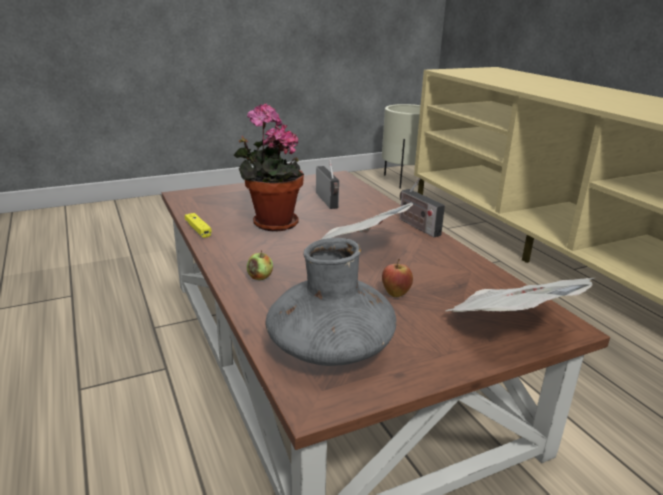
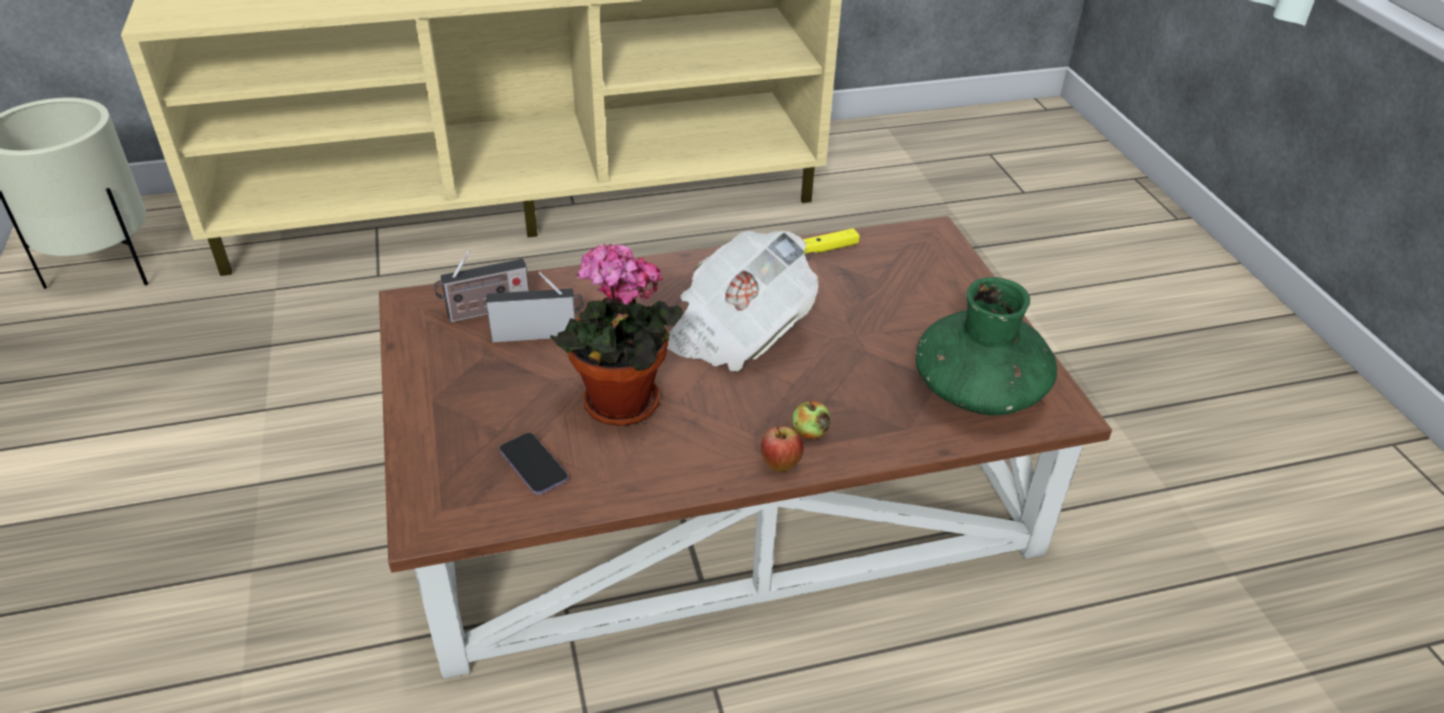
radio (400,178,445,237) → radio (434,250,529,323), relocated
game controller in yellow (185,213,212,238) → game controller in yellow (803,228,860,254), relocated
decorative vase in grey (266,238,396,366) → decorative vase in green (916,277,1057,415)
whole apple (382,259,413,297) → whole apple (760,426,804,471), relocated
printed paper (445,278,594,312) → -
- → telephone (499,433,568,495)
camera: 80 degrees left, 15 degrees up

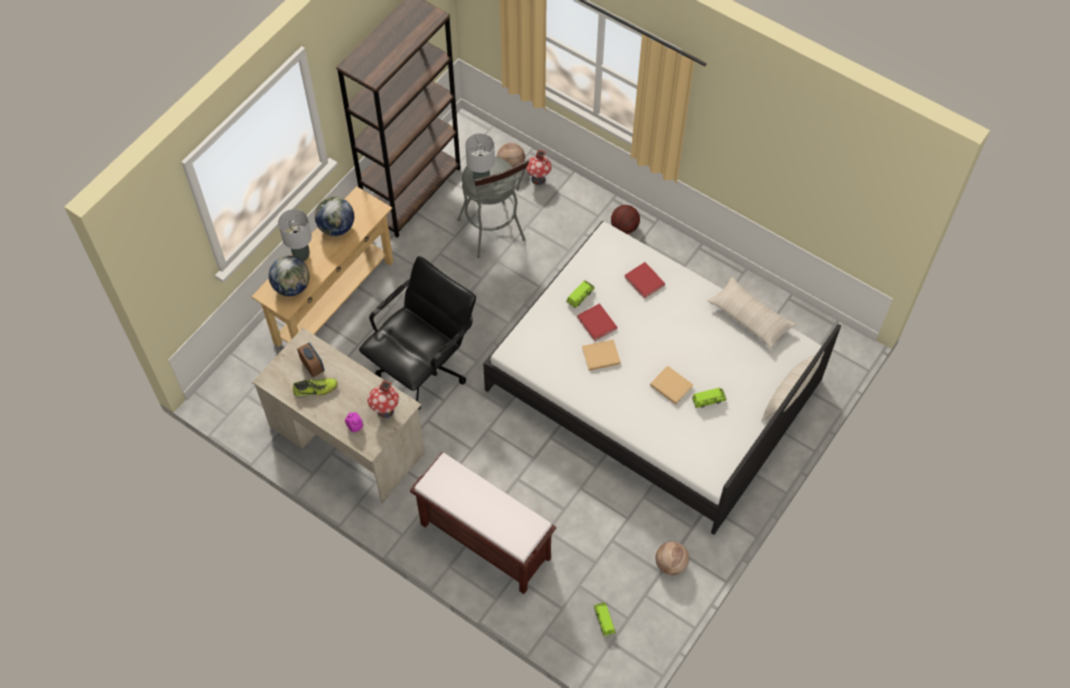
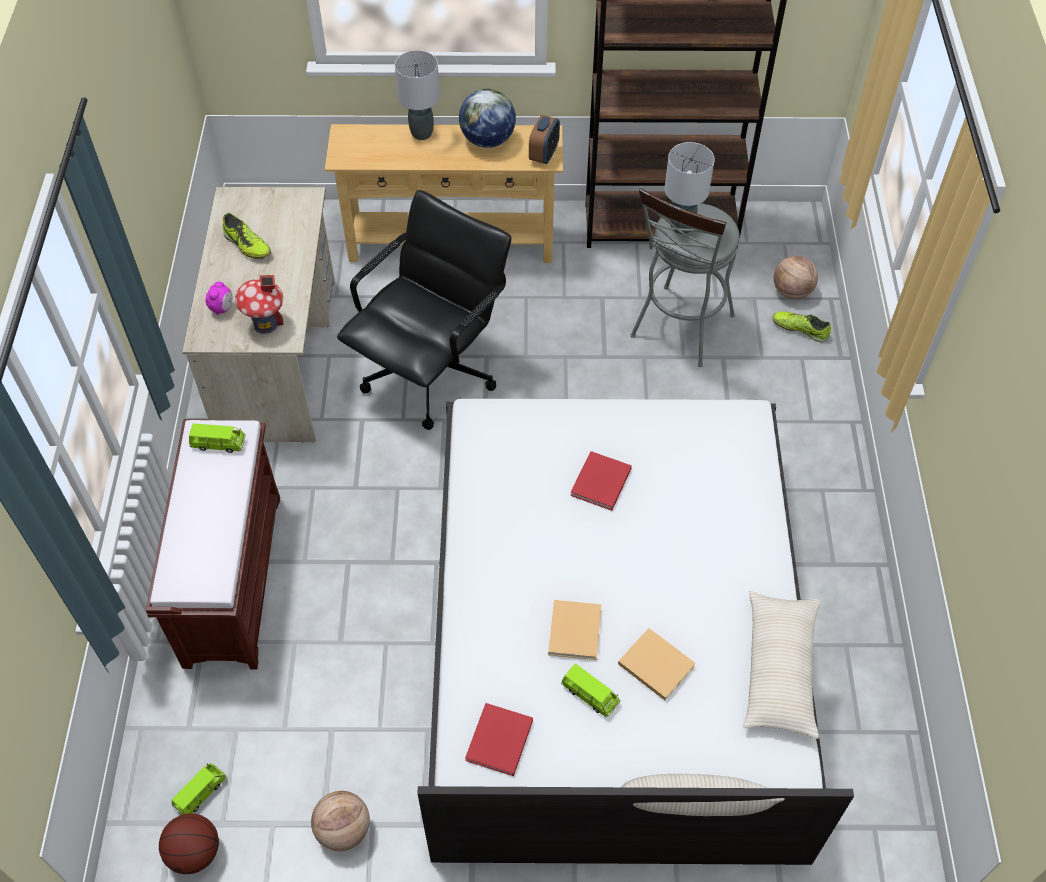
toy house (526,150,552,185) → item of footwear (773,311,831,342)
basketball (611,205,640,234) → basketball (159,813,219,874), relocated
world globe (269,256,310,296) → -
computer chair in black-coloured (359,256,476,410) → computer chair in black-coloured (337,190,511,430), 60 degrees counterclockwise
bound book in reddish (625,262,665,299) → bound book in reddish (465,703,533,776), relocated
toy car in green (566,280,595,308) → toy car in green (189,424,246,453), relocated
bound book in sand-coloured (582,339,621,371) → bound book in sand-coloured (618,628,696,700), relocated
table clock (297,343,324,377) → table clock (529,115,560,164), relocated
camera: 55 degrees right, 5 degrees down

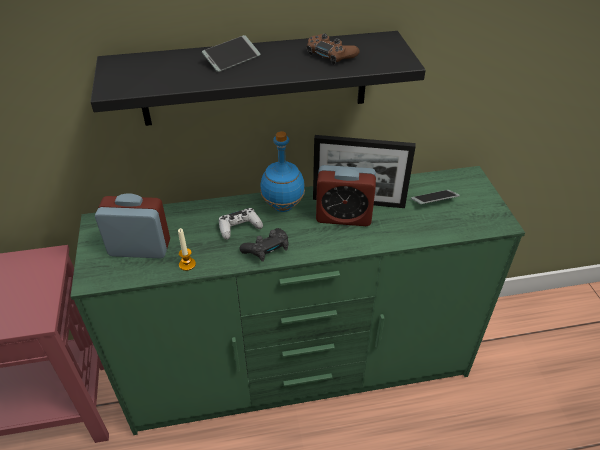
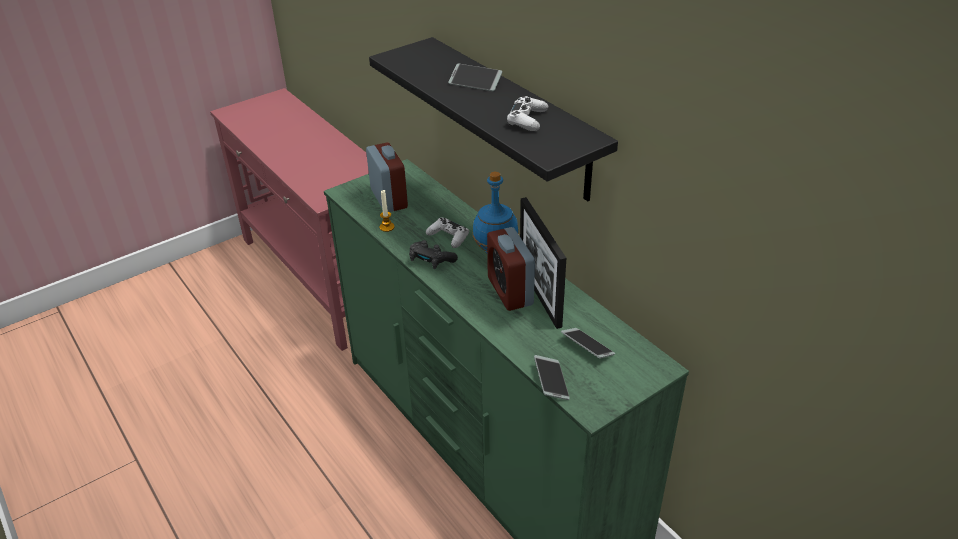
game controller in brown (307,33,360,65) → game controller in white (507,96,549,131)
- → telephone (534,355,570,400)
camera: 65 degrees right, 5 degrees down

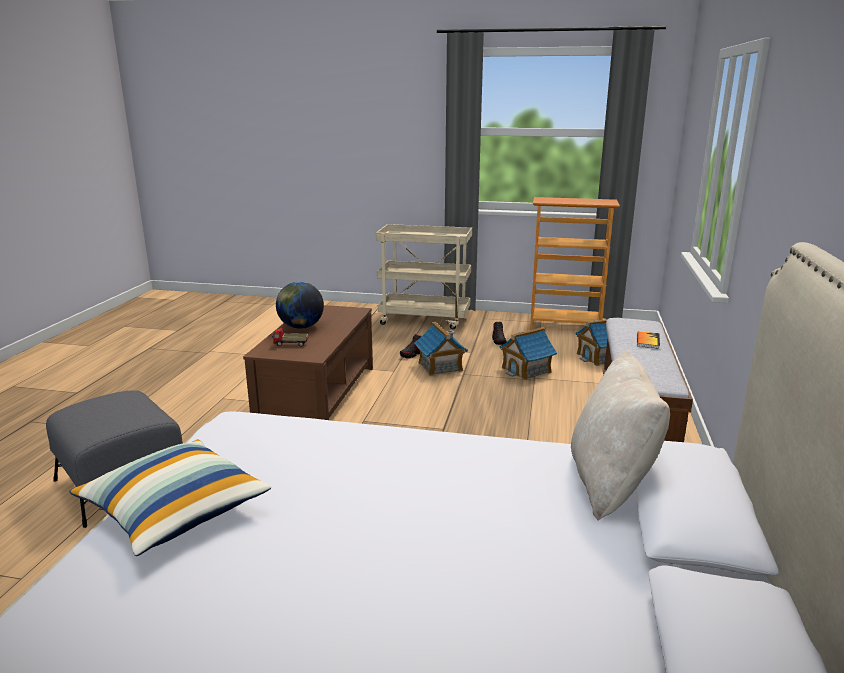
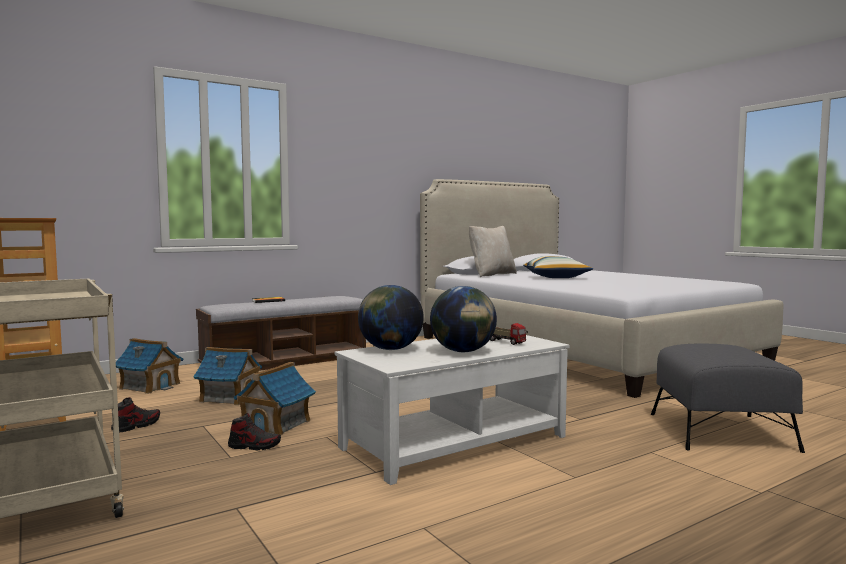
lounge table in brown (243,305,373,420) → lounge table in white (335,335,570,485)
pillow (69,440,271,556) → pillow (523,256,593,278), relocated
- → world globe (358,285,424,350)
camera: 135 degrees left, 15 degrees down

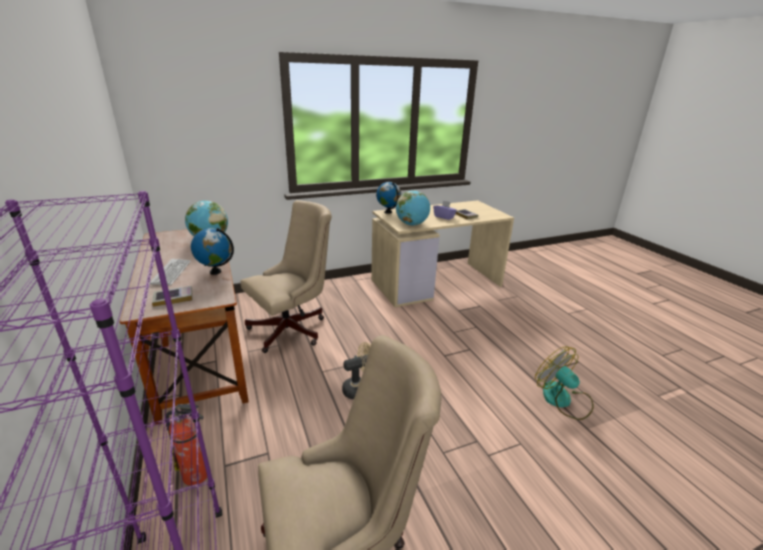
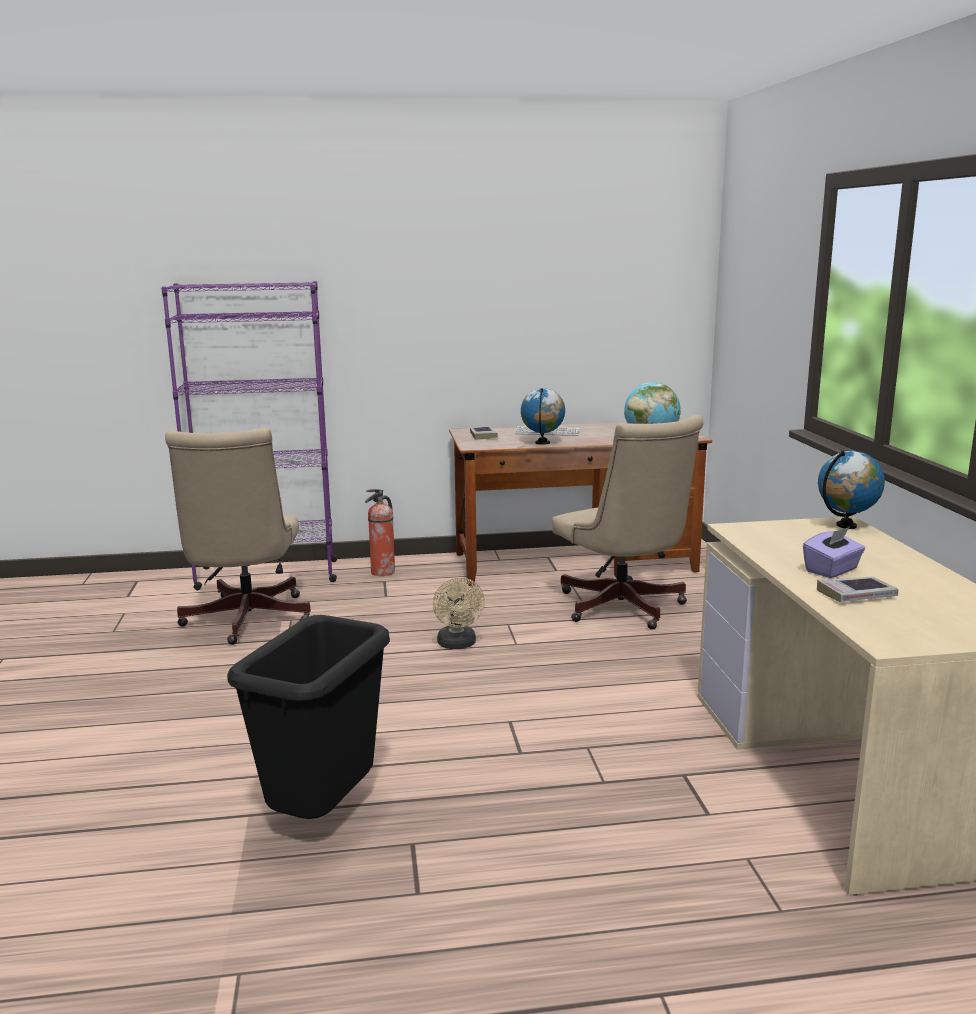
world globe (396,190,430,226) → -
electric fan (535,346,594,420) → waste bin in black-coloured (227,615,390,819)
camera: 105 degrees right, 10 degrees down

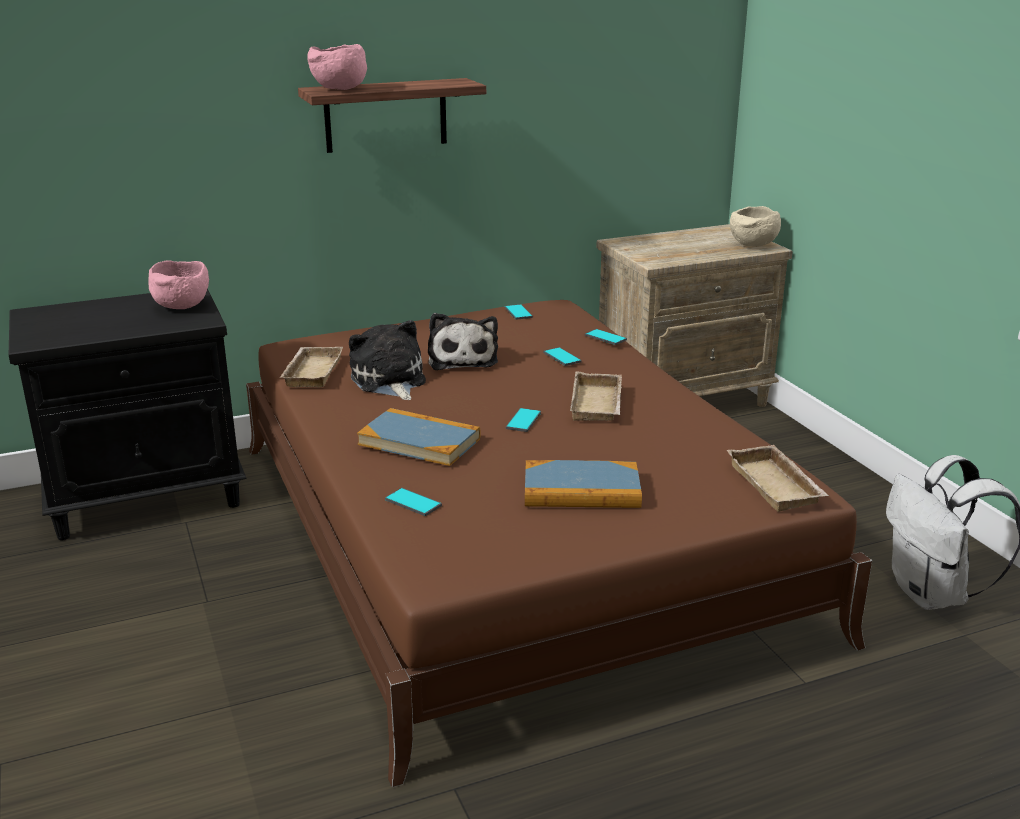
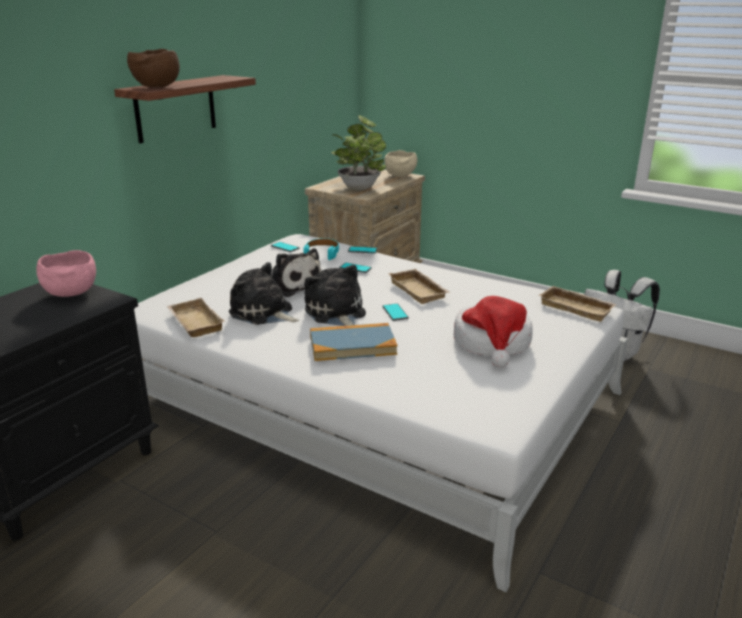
bowl in pink (307,44,367,90) → bowl in brown (127,49,180,87)
bedroom bed in brown (246,300,872,787) → bedroom bed in white (134,234,628,592)
bound book (525,460,642,508) → wearable hat (454,296,533,368)
telephone (385,488,442,516) → -
- → houseplant (331,115,386,190)
- → headphones in blue-green (303,238,339,260)
- → plush toy (304,265,366,326)
camera: 35 degrees left, 0 degrees up

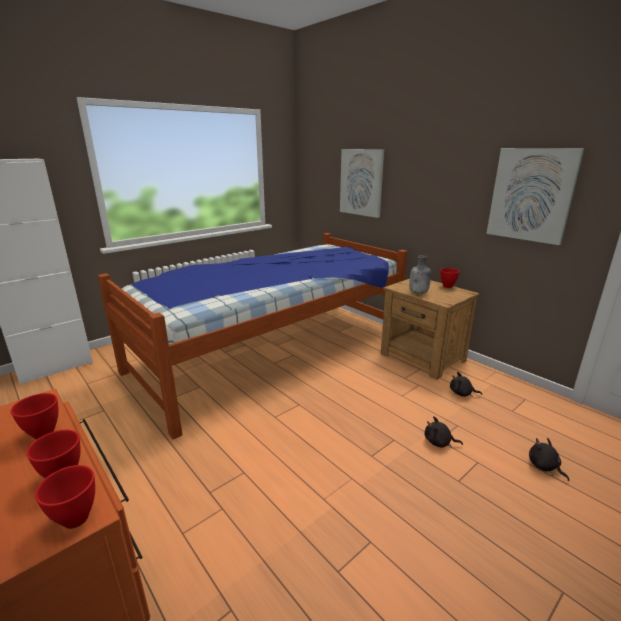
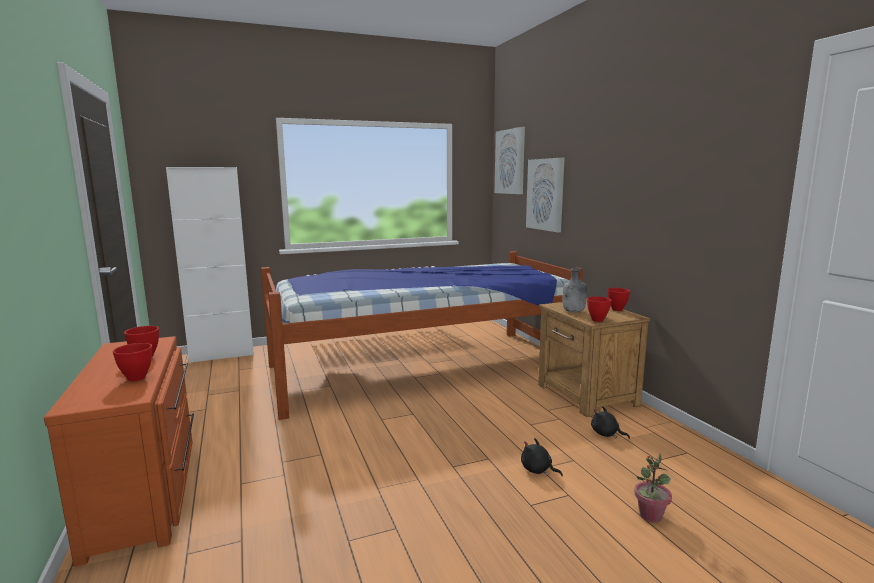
picture (486,148,584,245) → picture (495,127,525,194), relocated
plush toy in black-coloured (529,438,569,481) → houseplant (634,454,672,523)
bowl in reddish (35,465,95,529) → bowl in reddish (587,297,612,322), relocated
camera: 20 degrees right, 10 degrees down

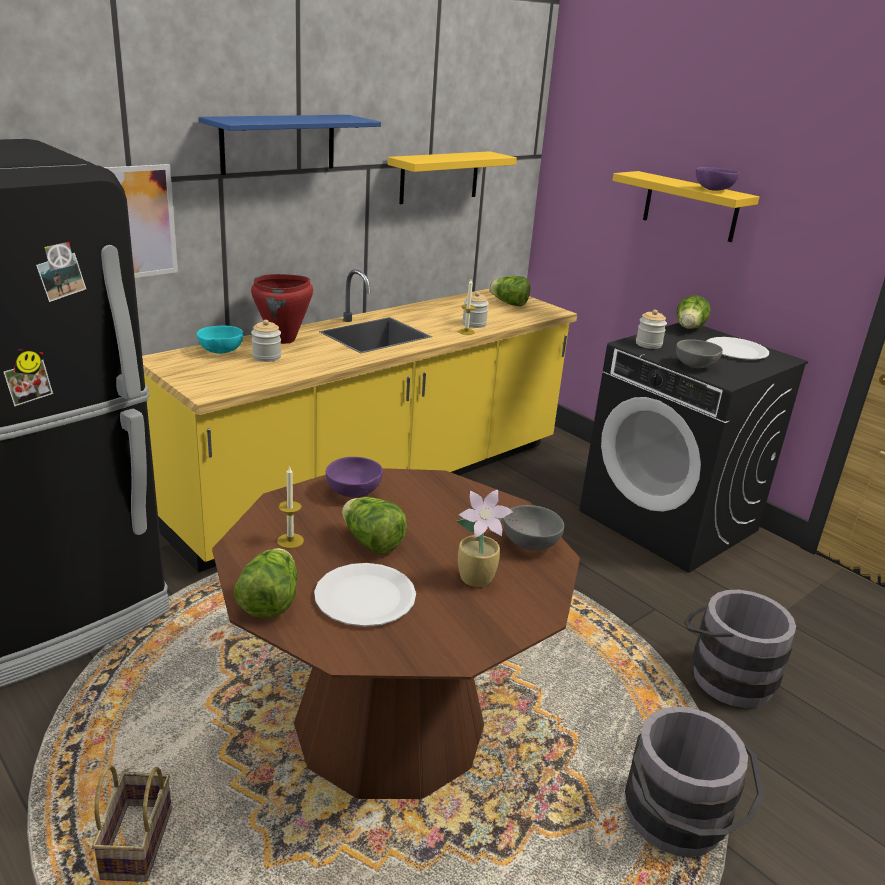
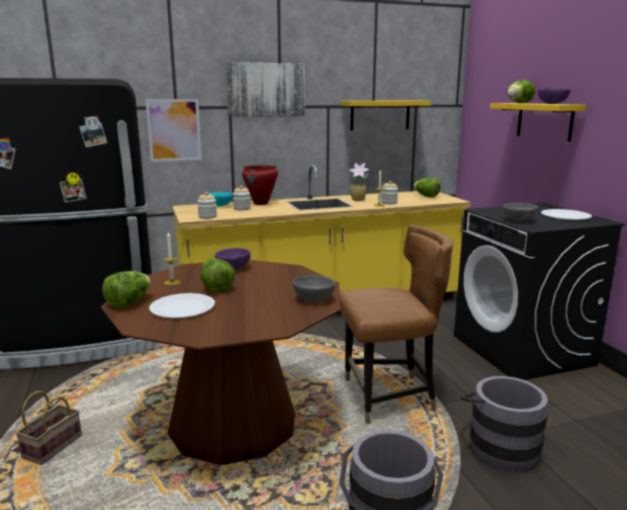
wall shelf in blue-coloured (199,115,381,175) → picture (226,62,305,117)
head of lettuce (676,295,711,329) → head of lettuce (507,80,535,103), relocated
jar (636,310,667,349) → jar (197,192,217,219), relocated
houseplant (457,490,513,587) → houseplant (349,163,369,201), relocated
- → upright chair in brown (340,225,453,424)
camera: 25 degrees right, 10 degrees down

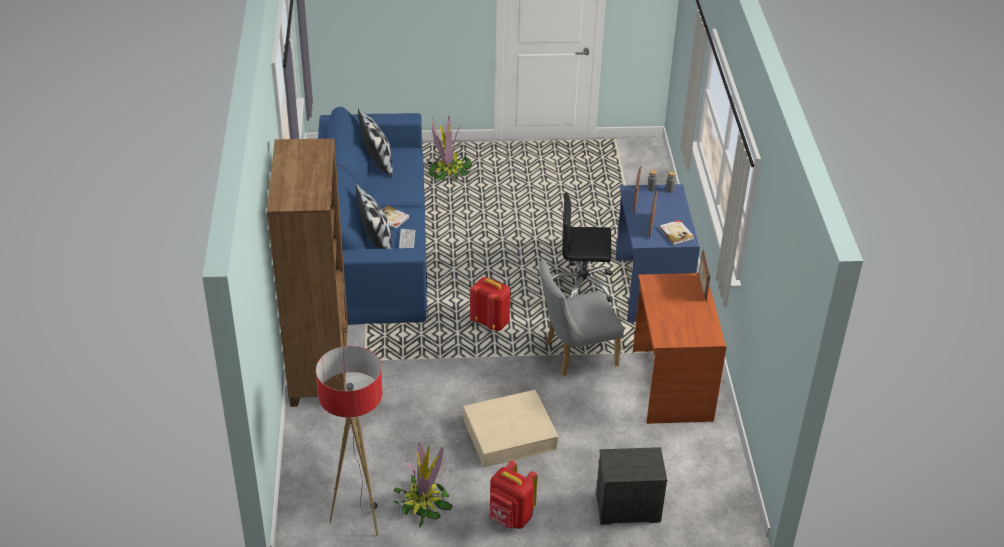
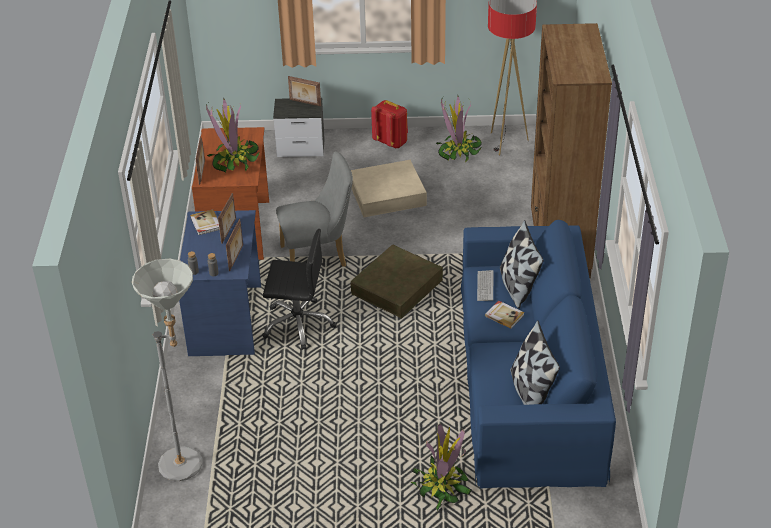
knapsack in reddish (470,277,511,331) → storage container in brown (351,244,443,319)
- → photo frame (288,76,321,106)
- → houseplant (206,97,260,173)
- → standing lamp in grey (132,259,203,481)
camera: 175 degrees left, 0 degrees up

